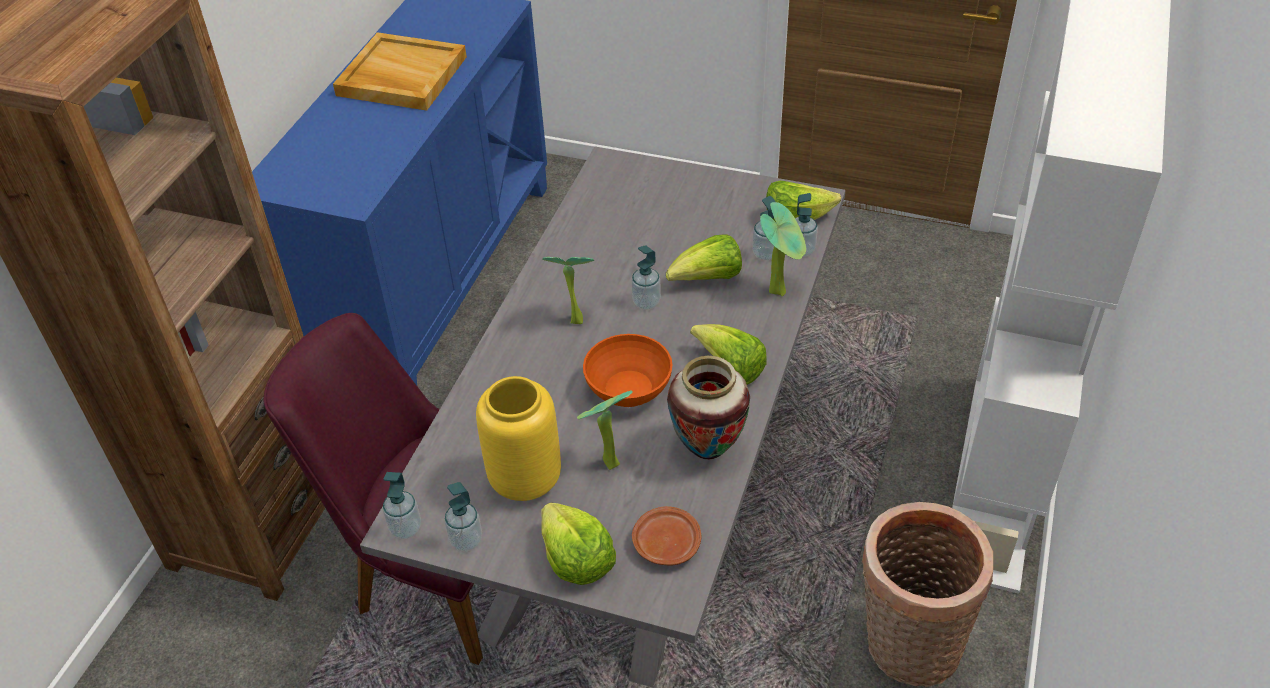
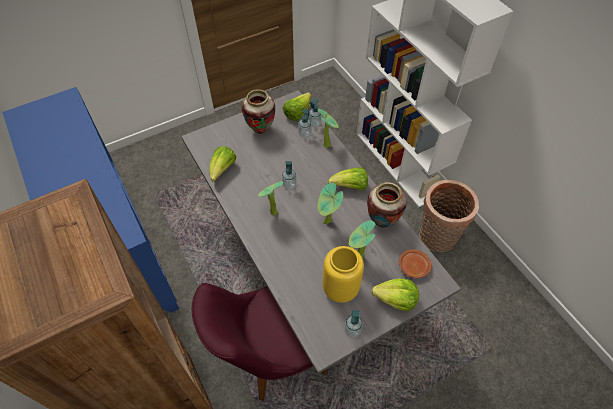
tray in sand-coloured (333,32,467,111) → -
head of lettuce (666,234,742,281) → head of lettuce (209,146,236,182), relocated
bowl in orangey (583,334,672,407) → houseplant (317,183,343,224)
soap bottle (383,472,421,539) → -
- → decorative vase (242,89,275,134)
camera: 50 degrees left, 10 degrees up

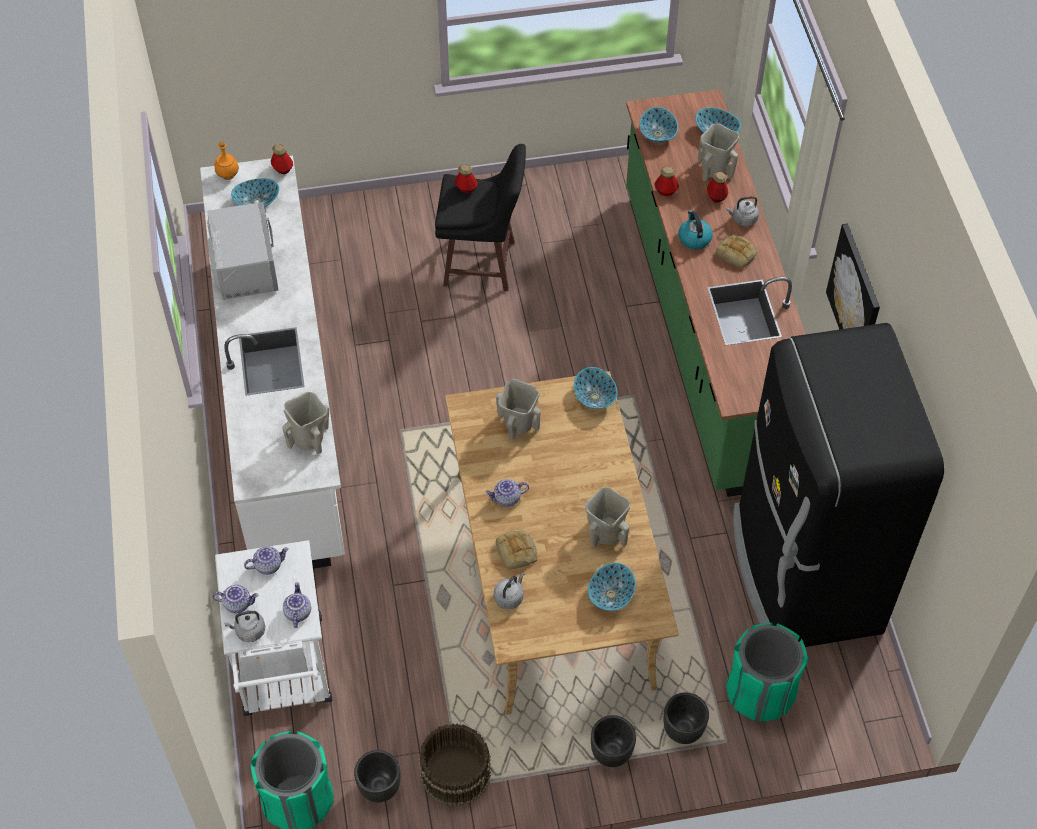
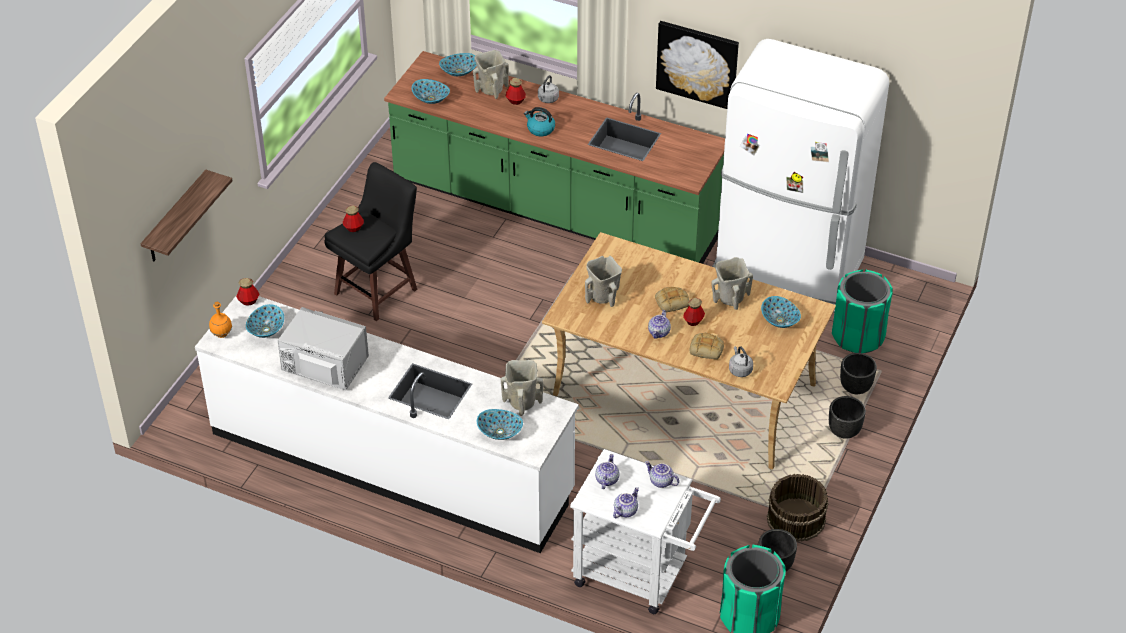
drink bottle (654,167,679,196) → drink bottle (683,298,705,326), relocated
bakery bread (716,235,757,268) → bakery bread (655,287,689,312), relocated
refrigerator in black-coloured (733,323,944,647) → refrigerator in white (712,39,889,313)
bowl (574,367,618,409) → bowl (477,409,523,440), relocated
water kettle in grey (224,611,265,642) → -
- → wall shelf (140,170,233,262)
camera: 55 degrees left, 10 degrees down

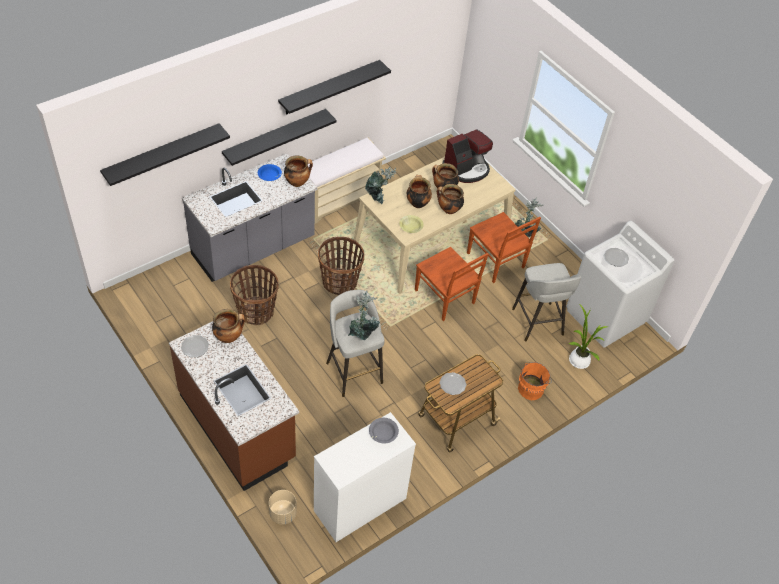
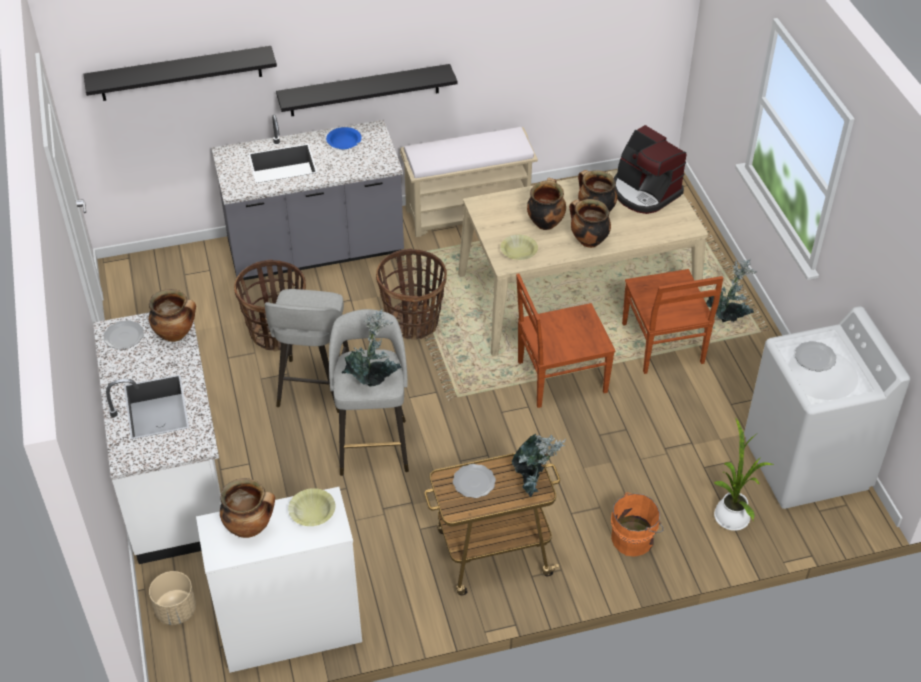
wall shelf in black-coloured (278,60,391,115) → -
coffee machine (442,129,493,183) → coffee machine (614,125,686,214), 60 degrees clockwise
stockpot (284,156,313,187) → stockpot (220,478,275,538), relocated
houseplant (365,167,396,204) → houseplant (512,434,566,498), relocated
upright chair in brown (415,247,488,321) → upright chair in brown (516,273,615,408), 90 degrees clockwise
stool in grey (512,263,581,342) → stool in grey (265,289,349,413), relocated
kitchen counter in brown (169,321,299,491) → kitchen counter in white (93,312,221,564)
bowl in grey (369,418,399,443) → bowl in yellow (288,488,335,526)
camera: 25 degrees right, 5 degrees down

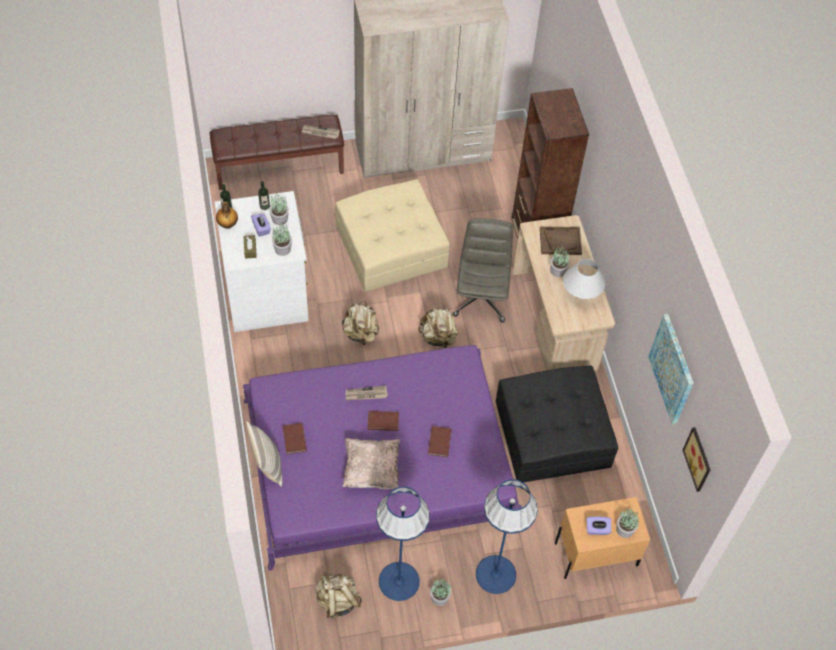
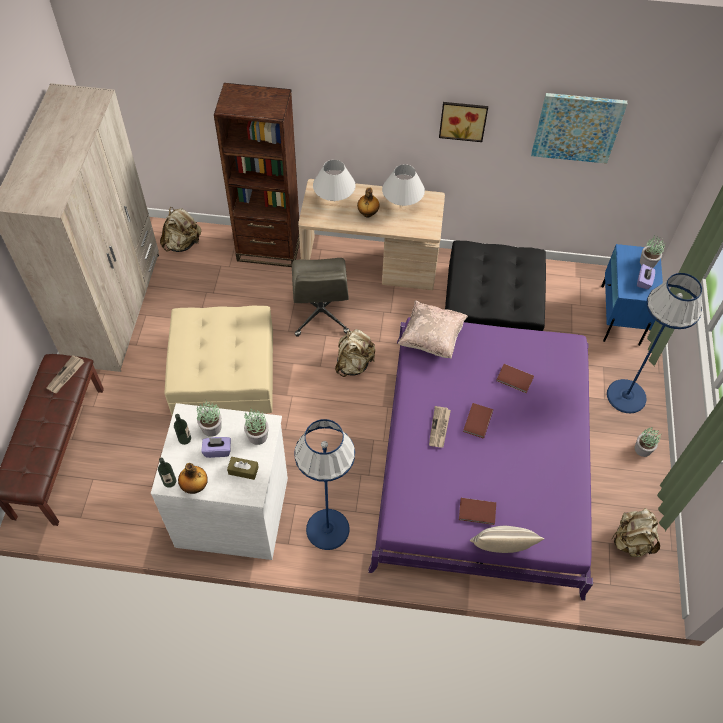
computer chair in grey (453,218,513,322) → computer chair in grey (292,258,349,336), 120 degrees counterclockwise
tray in brown (540,226,582,255) → table lamp in white (313,160,355,202)
houseplant (550,246,570,277) → drink bottle (357,187,380,218)
knapsack in sand-coloured (342,301,379,345) → knapsack in sand-coloured (160,207,201,252), relocated
picture (683,427,710,492) → picture (439,102,488,142), relocated
pillow in sand-coloured (342,438,400,489) → pillow in sand-coloured (398,300,468,359), relocated
standing lamp in blue-coloured (376,486,430,601) → standing lamp in blue-coloured (294,419,355,550), relocated
night table in sand-coloured (555,497,650,579) → night table in blue-coloured (601,244,663,346)
camera: 70 degrees left, 0 degrees up

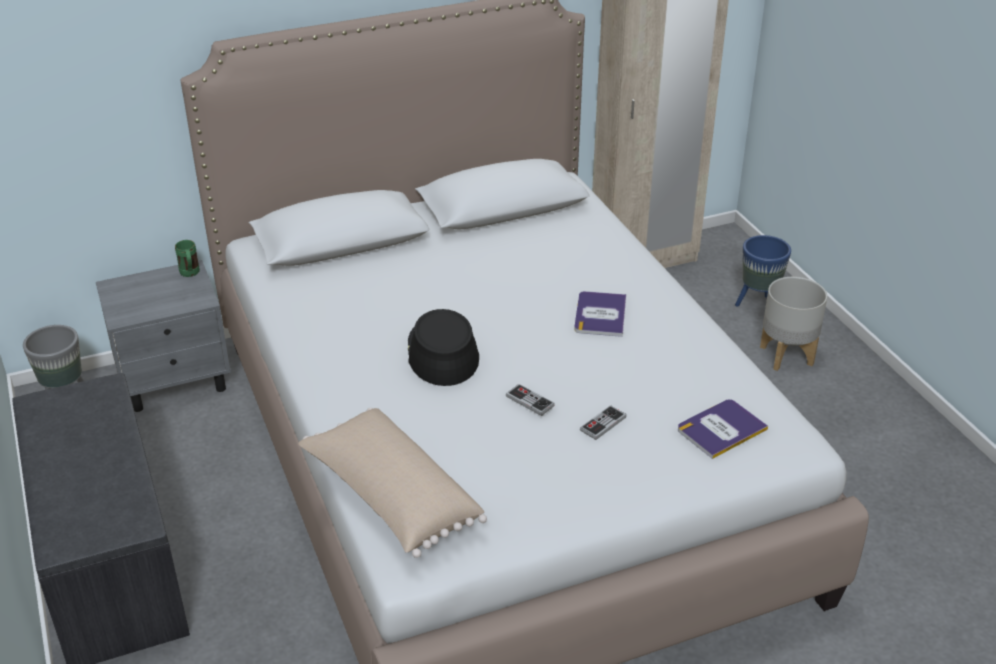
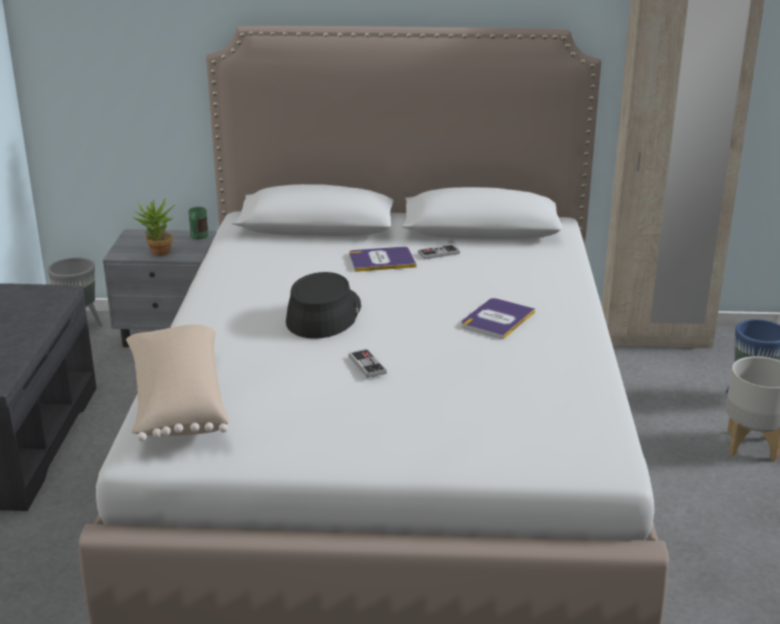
bound book (678,399,768,459) → bound book (349,247,416,272), relocated
game controller (580,405,626,440) → game controller (418,244,460,260), relocated
- → houseplant (133,197,175,256)
camera: 25 degrees right, 10 degrees down

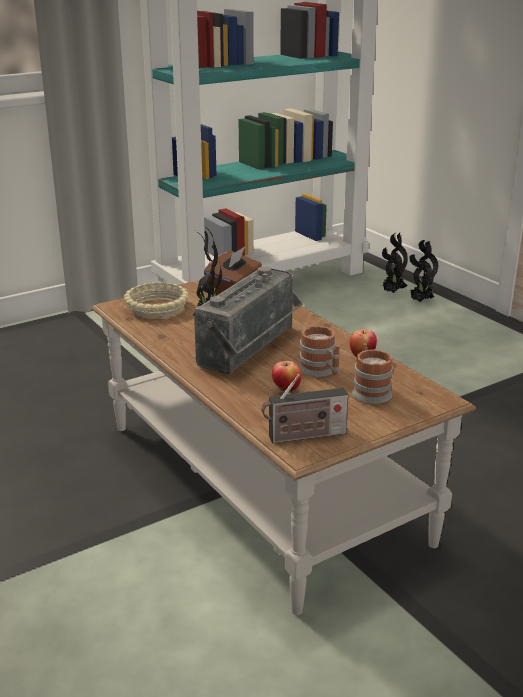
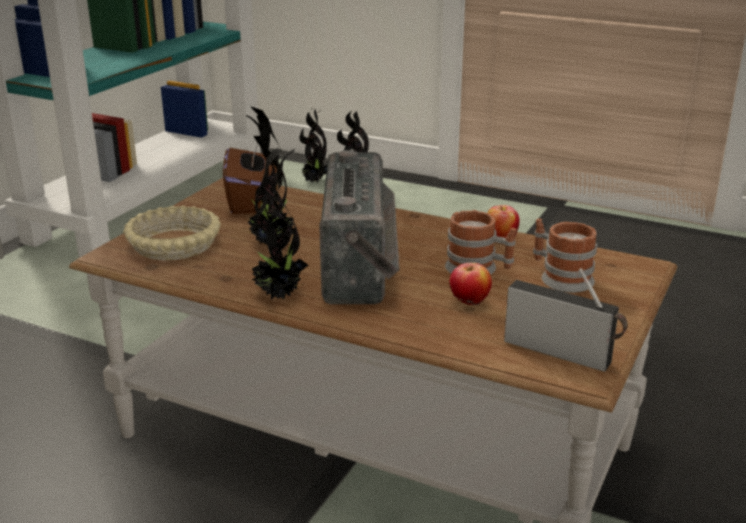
radio (262,374,349,443) → radio (504,268,628,372), 105 degrees counterclockwise
- → houseplant (252,147,308,300)
camera: 30 degrees left, 0 degrees up

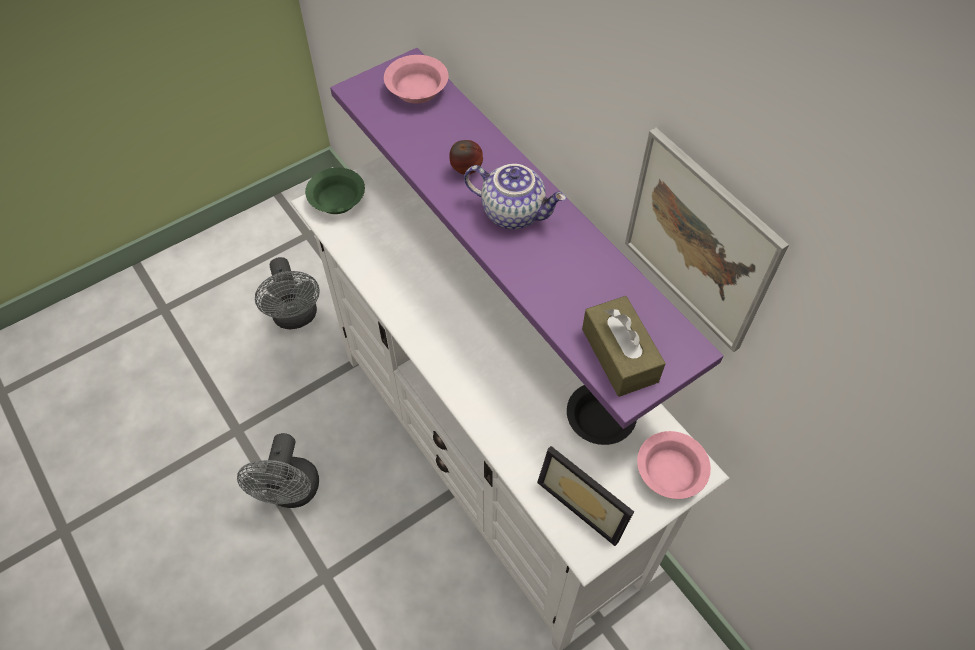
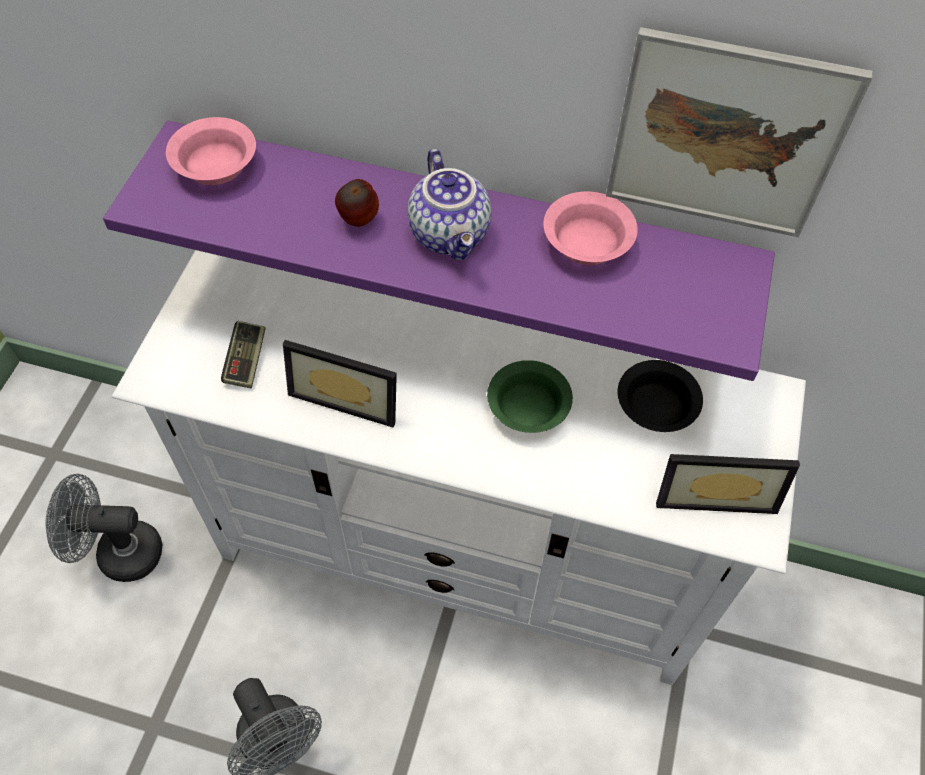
pot for tea (464,164,566,229) → pot for tea (408,149,491,260), 90 degrees clockwise
bowl in green (305,168,365,214) → bowl in green (487,360,573,433), relocated
electric fan in grey (255,257,320,329) → electric fan in grey (46,474,162,582), 150 degrees clockwise
tissue holder in brown (582,296,666,397) → -
bowl in pink (637,431,711,499) → bowl in pink (543,192,638,265), relocated
- → game controller (221,321,265,388)
- → photo frame (283,340,397,427)
camera: 40 degrees left, 0 degrees up

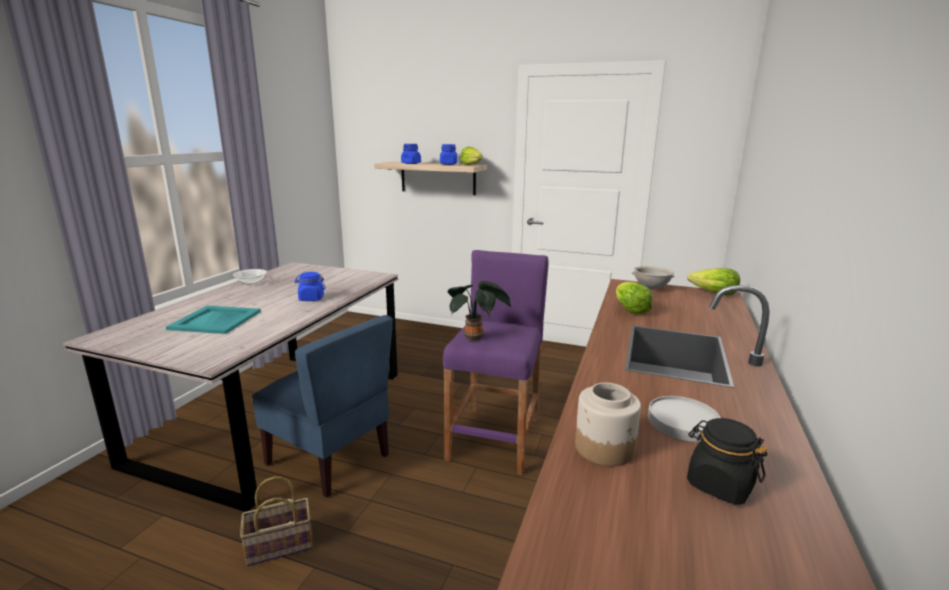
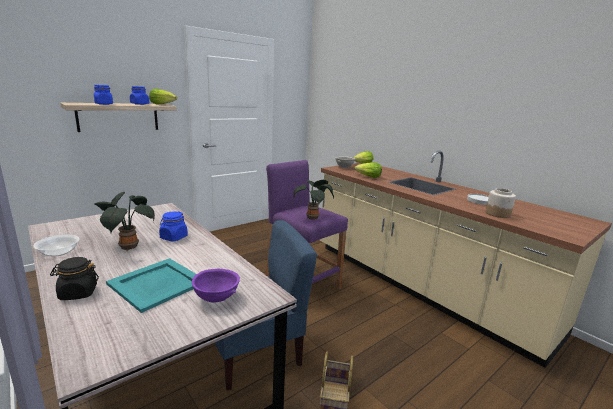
jar in black-coloured (687,418,767,505) → jar in black-coloured (50,257,99,300), relocated
- → houseplant (94,192,155,251)
- → bowl in purple-coloured (192,269,240,302)
camera: 60 degrees left, 0 degrees up

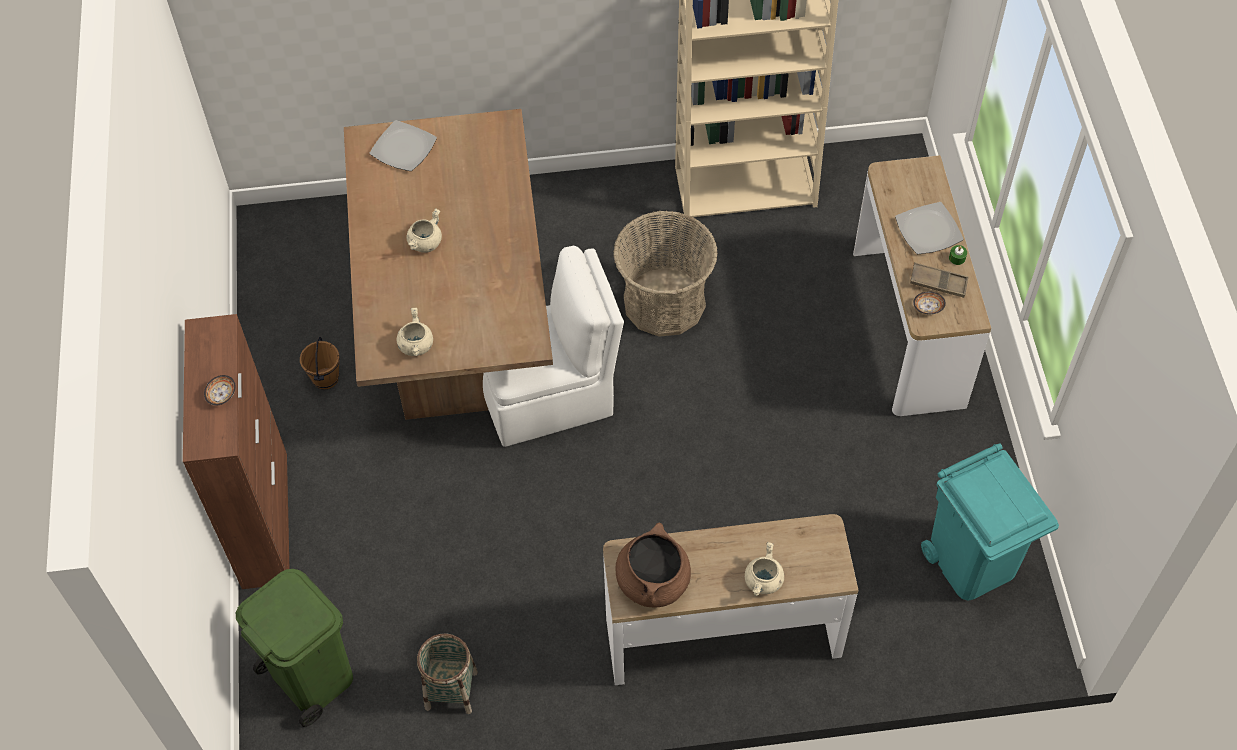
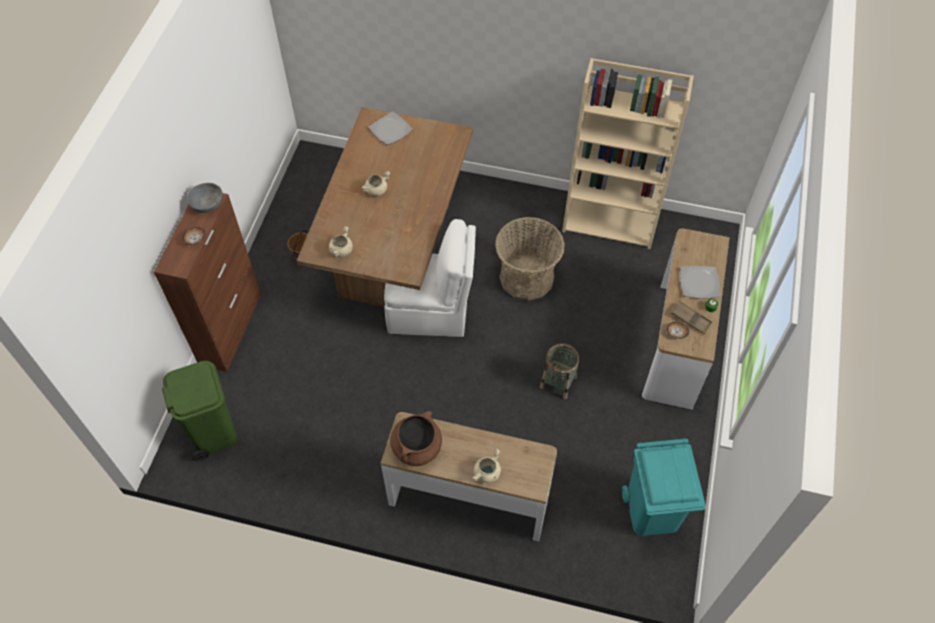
basket (417,633,478,714) → basket (540,343,579,399), relocated
- → bowl in grey (187,183,223,213)
camera: 20 degrees right, 0 degrees up

